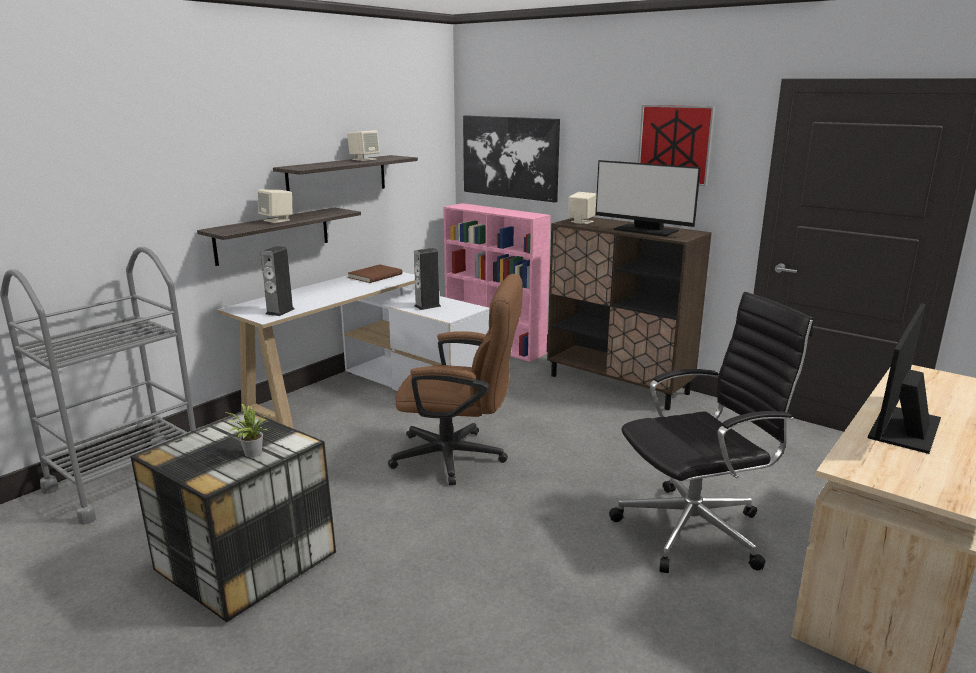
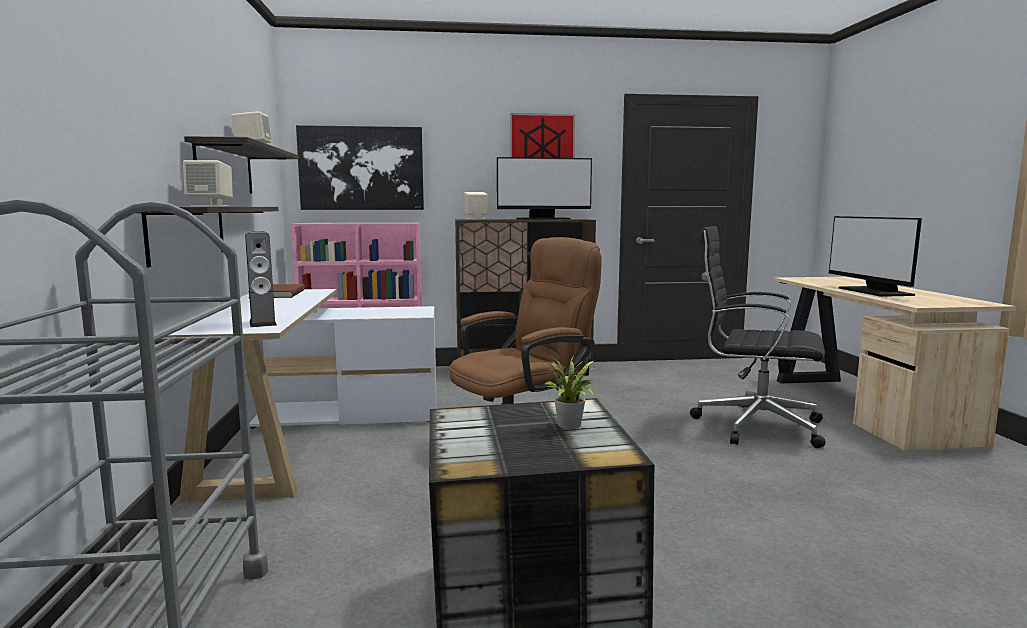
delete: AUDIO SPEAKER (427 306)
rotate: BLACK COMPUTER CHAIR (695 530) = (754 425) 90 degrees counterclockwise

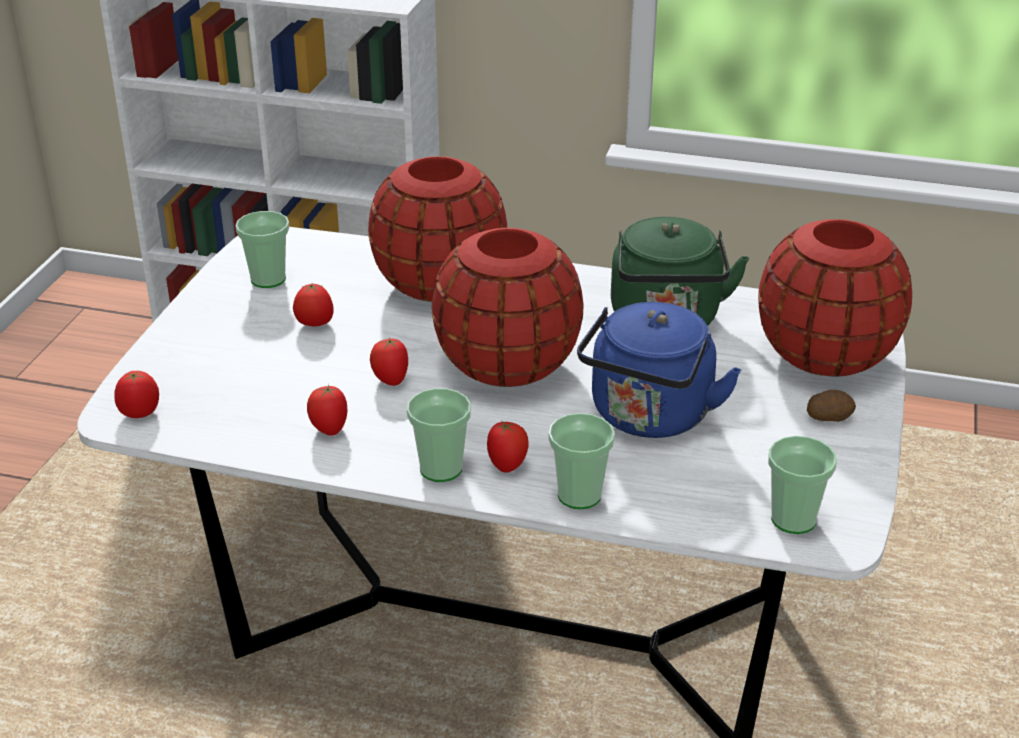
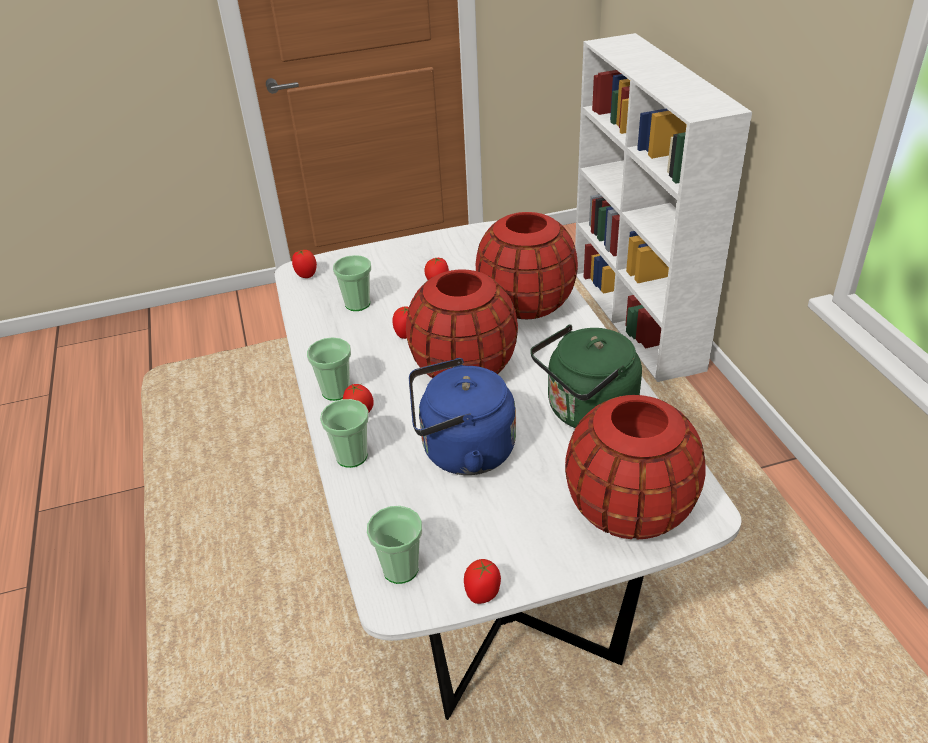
delete: WHOLE POTATO (828 417)
move: DRINKING CUP (268 279) to (357 304); TOMATO (328 429) to (483 594)

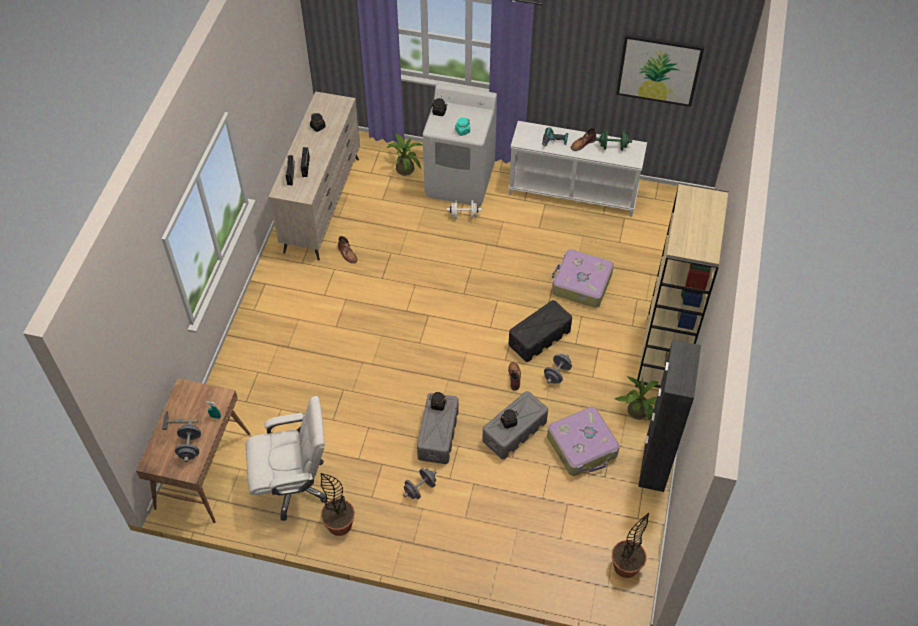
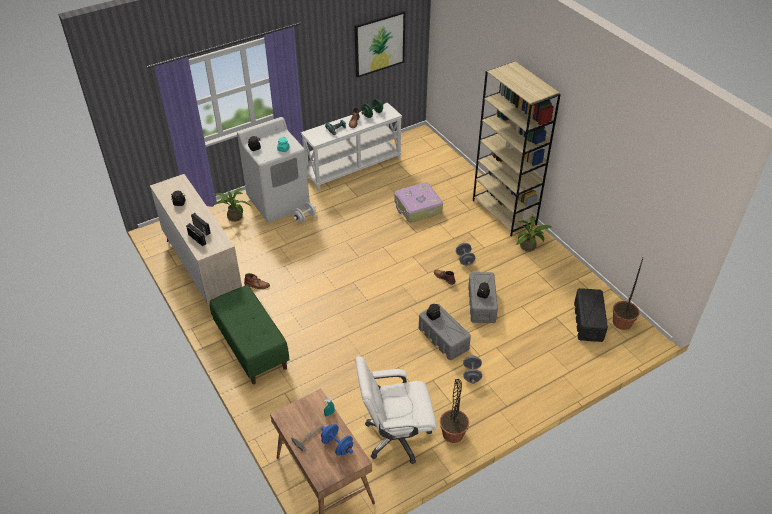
delete: PIECE OF LUGGAGE (582 446); BLACK CUPBOARD (654 464)
insert: GREENISH INDOOR BENCH (251 347)
move: BLACK STORAGE BOX (539 337) to (588 321)
recolor: GREYISH HAND WEIGHT (190 447) to BLUISH HAND WEIGHT (337 446)
rotate: WHITE COMPUTER CHAIR (293 485) = (396 437) 135 degrees counterclockwise

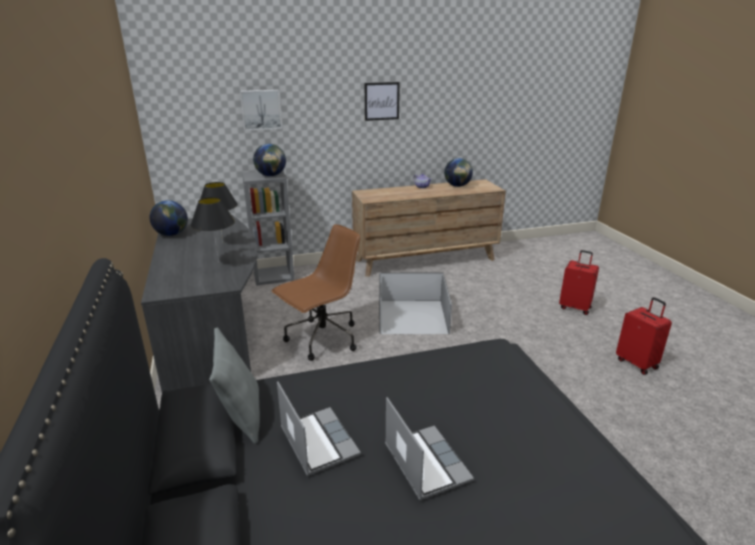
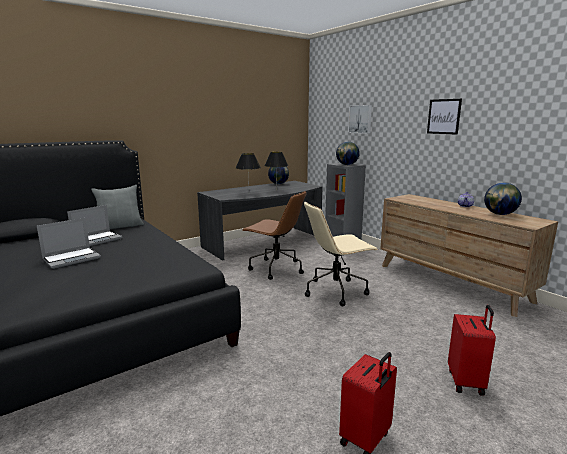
replace: BLACK STORAGE BOX (411 316) to BEIGE-COLOURED COMPUTER CHAIR (336 291)

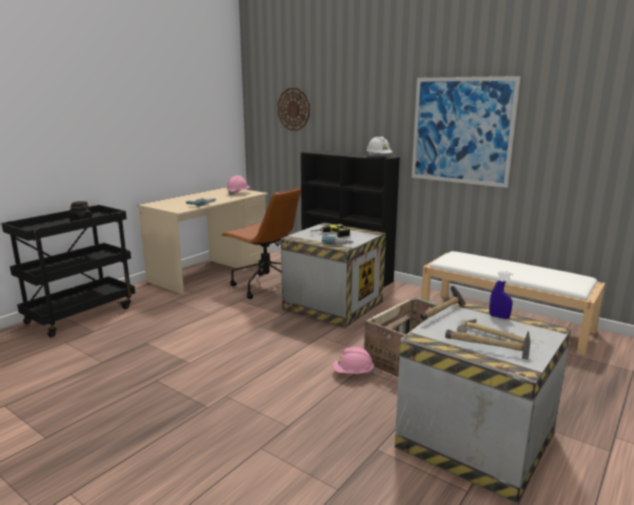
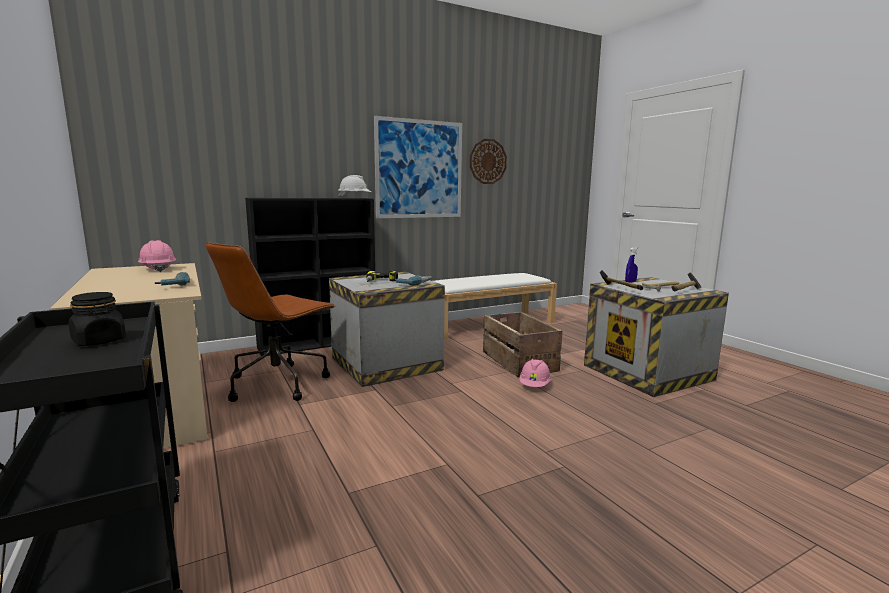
move: WALL CLOCK (294 109) to (487 161)
rotate: BROWNISH COMPUTER CHAIR (265 286) = (278 383) 150 degrees clockwise

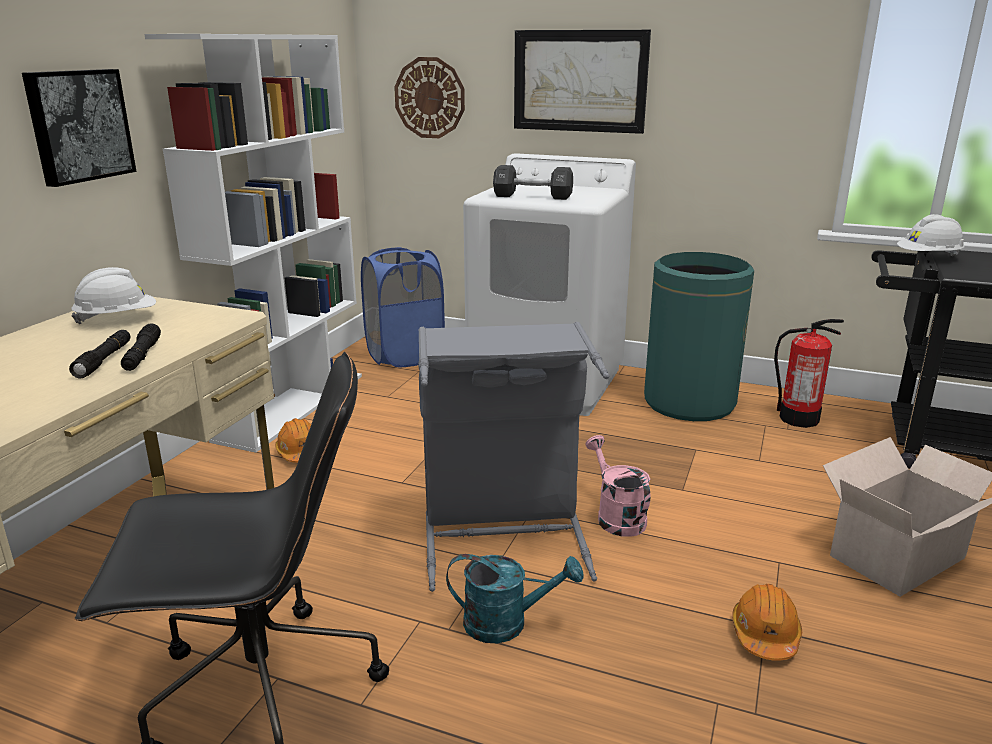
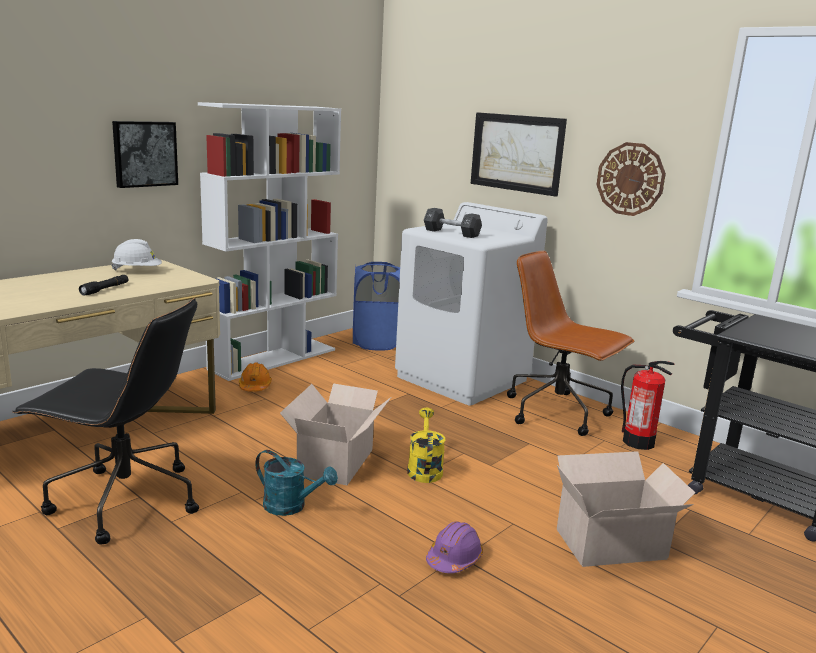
delete: BLACK TORCH (142 355); WHITE WORK HELMET (928 258)
move: WALL CLOCK (429 98) to (630 179)
replace: GREYISH WASHING BASKET (504 535) to PACKING BOX (337 461); GREENISH TRASH CAN (689 402) to BROWNISH COMPUTER CHAIR (558 413)
recolor: PINK-COLOURED WATERING CAN (616 516) to YELLOWISH WATERING CAN (424 469); ORANGE-COLOURED WORK HELMET (765 634) to PURPLE-COLOURED WORK HELMET (454 559)

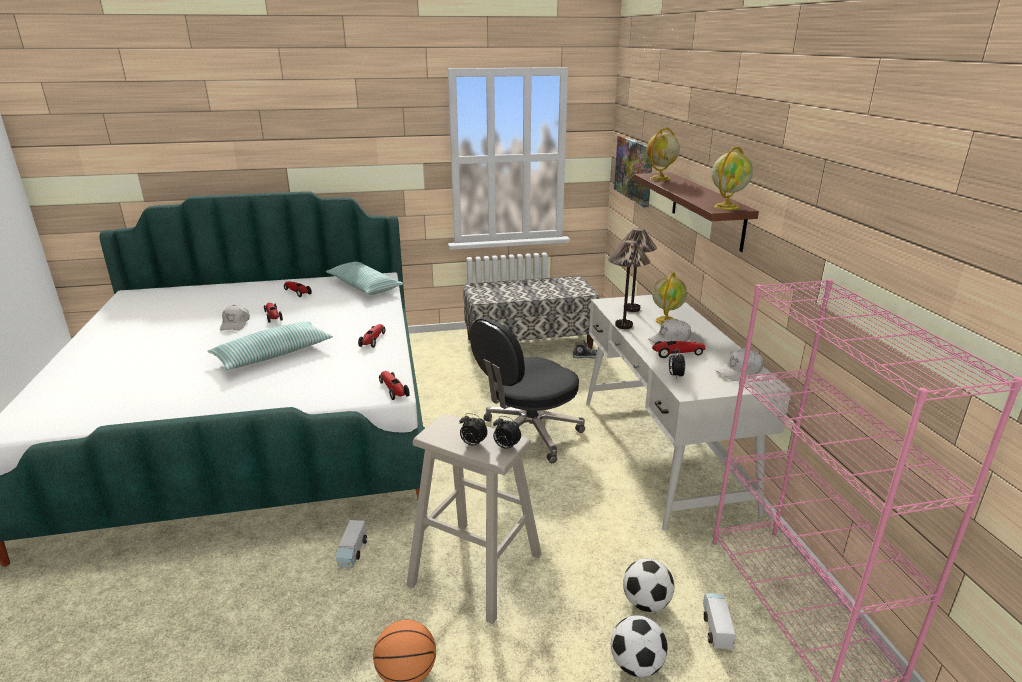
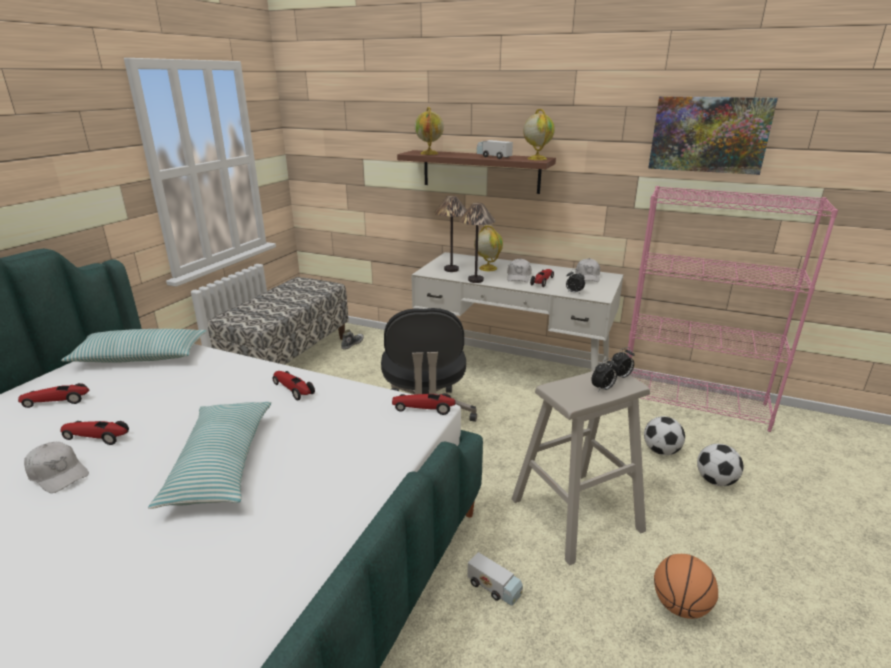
move: TOY LORRY (716 627) to (494 157); PICTURE (634 169) to (709 134)

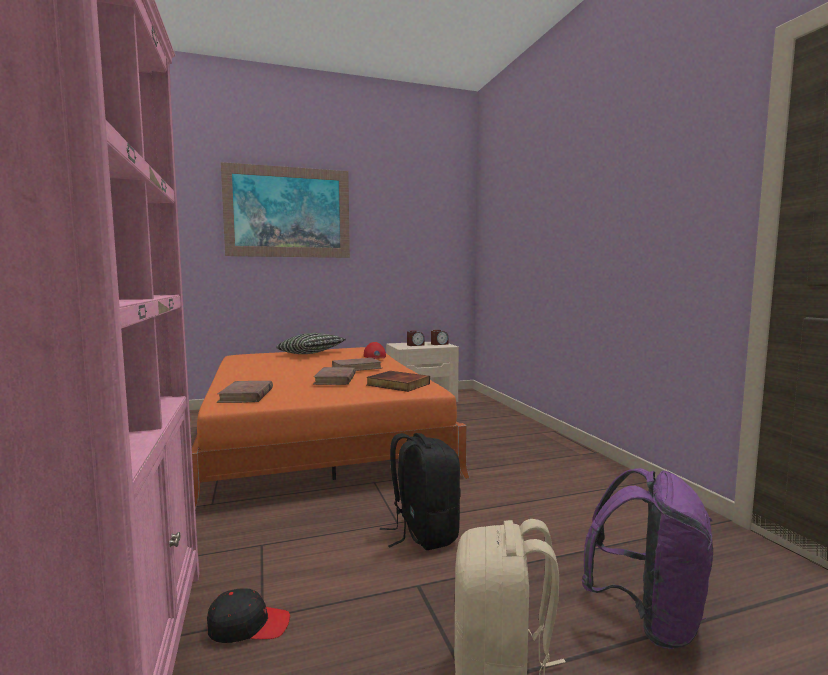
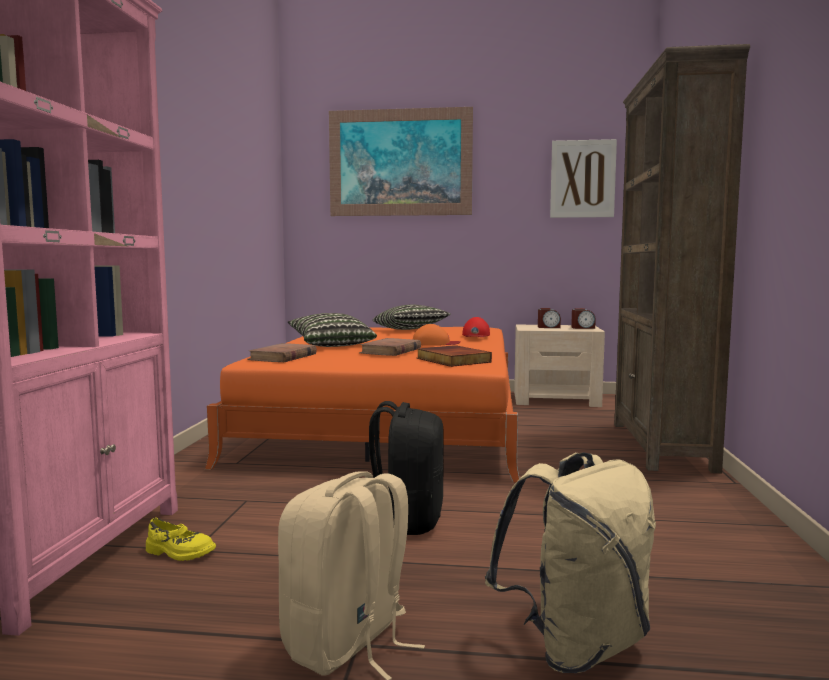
insert: PILLOW (332 344); PICTURE (582 179); BROWNISH BOOKSHELF (661 446)
replace: BLACK PEAKED CAP (248 625) to YELLOWISH SHOE (179 552); BROWNISH BOOK (357 368) to ORANGE-COLOURED PEAKED CAP (435 343)
recolor: PURPLE-COLOURED KNAPSACK (647 618) to BEIGE-COLOURED KNAPSACK (576 645)

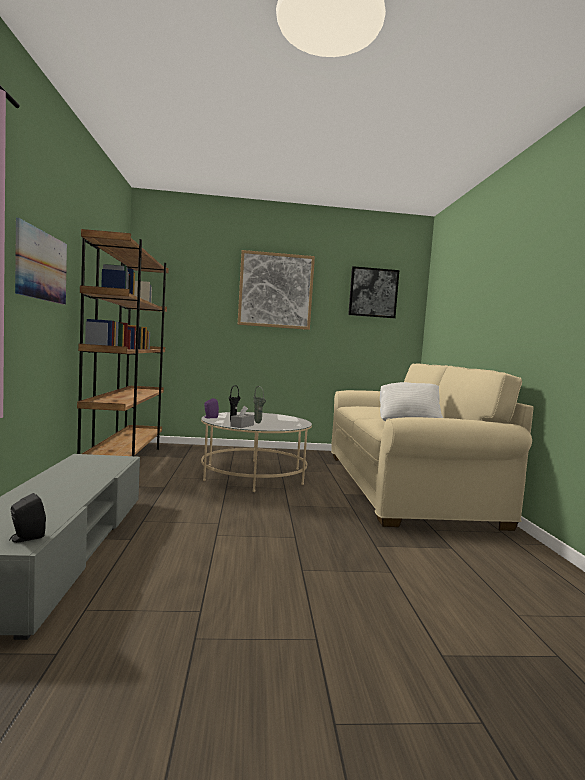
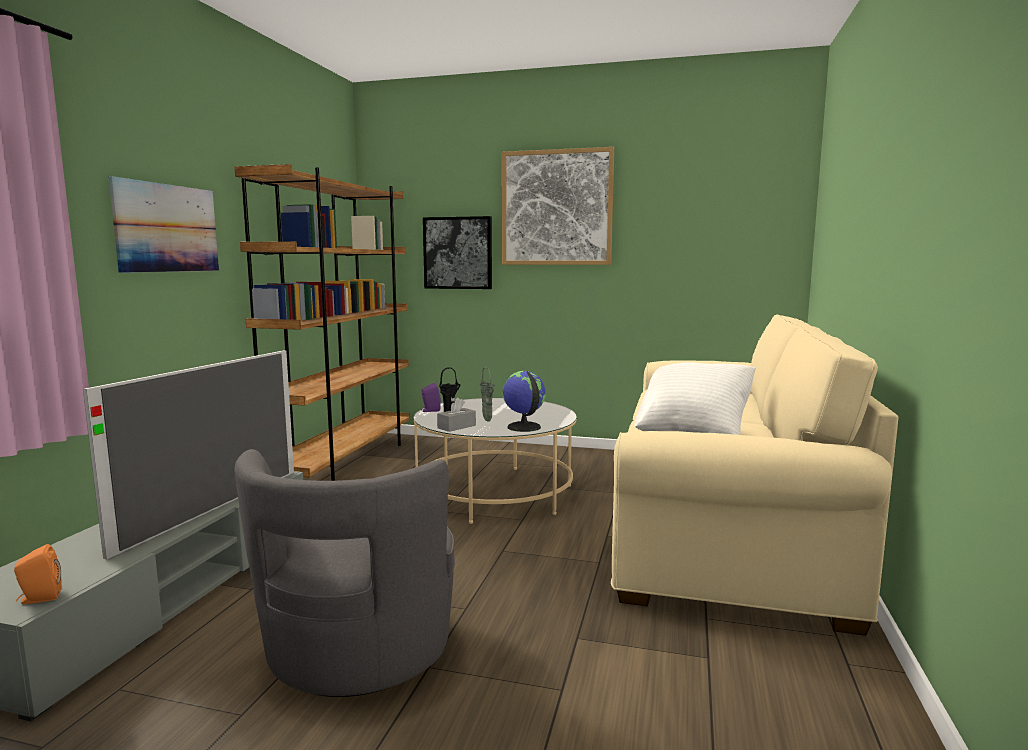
insert: TELEVISION (215 508); GREYISH LOUNGE CHAIR (357 650); WORLD GLOBE (523 427)
move: PICTURE (373 292) to (458 253)
recolor: BLACK AUDIO SPEAKER (26 538) to ORANGE-COLOURED AUDIO SPEAKER (39 598)

